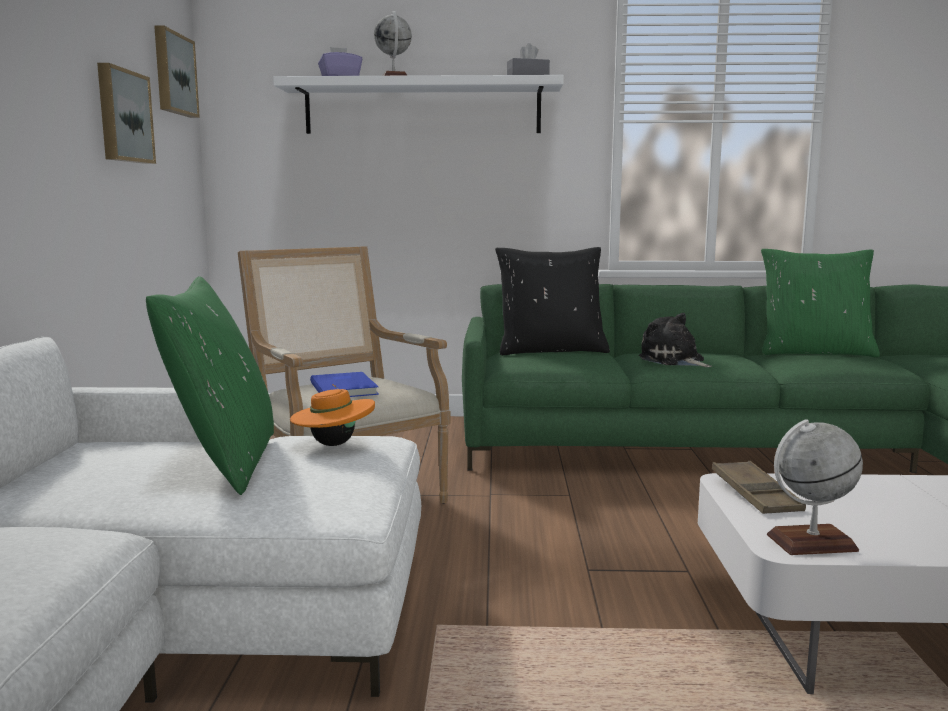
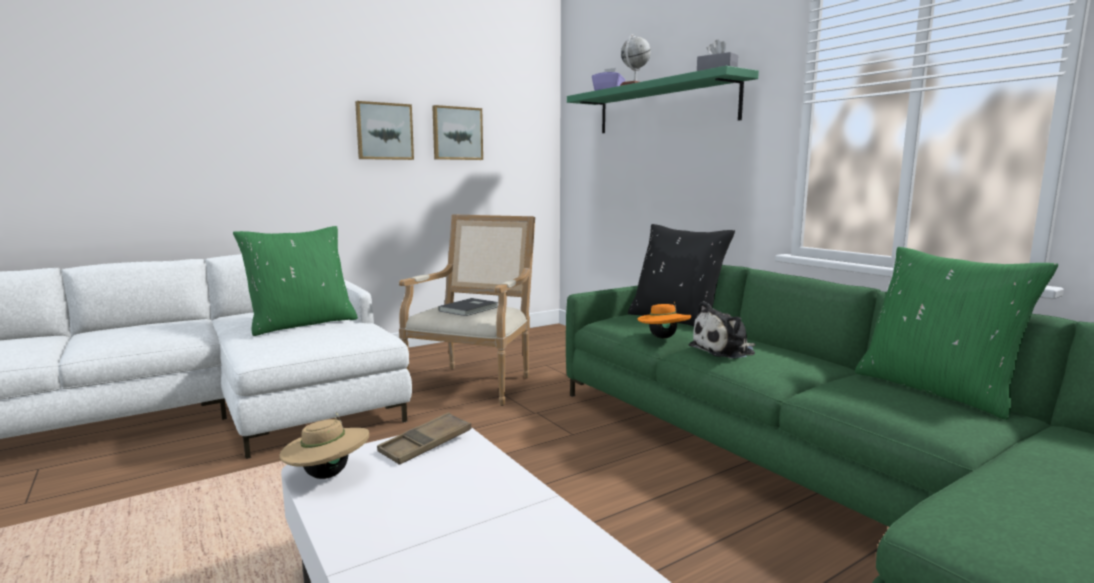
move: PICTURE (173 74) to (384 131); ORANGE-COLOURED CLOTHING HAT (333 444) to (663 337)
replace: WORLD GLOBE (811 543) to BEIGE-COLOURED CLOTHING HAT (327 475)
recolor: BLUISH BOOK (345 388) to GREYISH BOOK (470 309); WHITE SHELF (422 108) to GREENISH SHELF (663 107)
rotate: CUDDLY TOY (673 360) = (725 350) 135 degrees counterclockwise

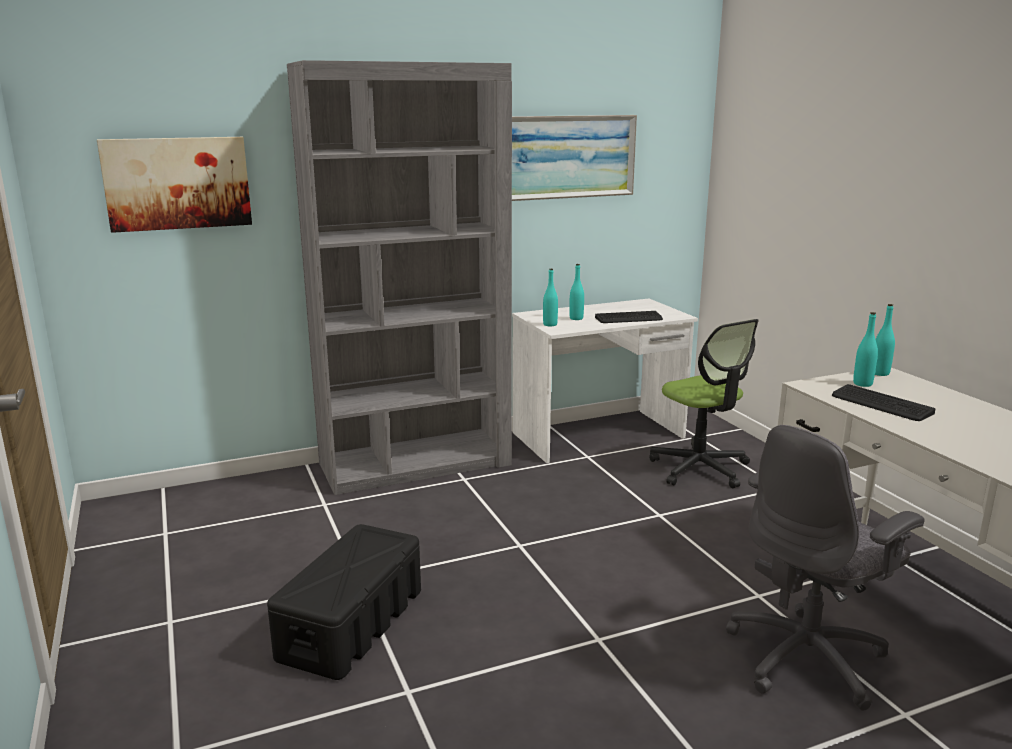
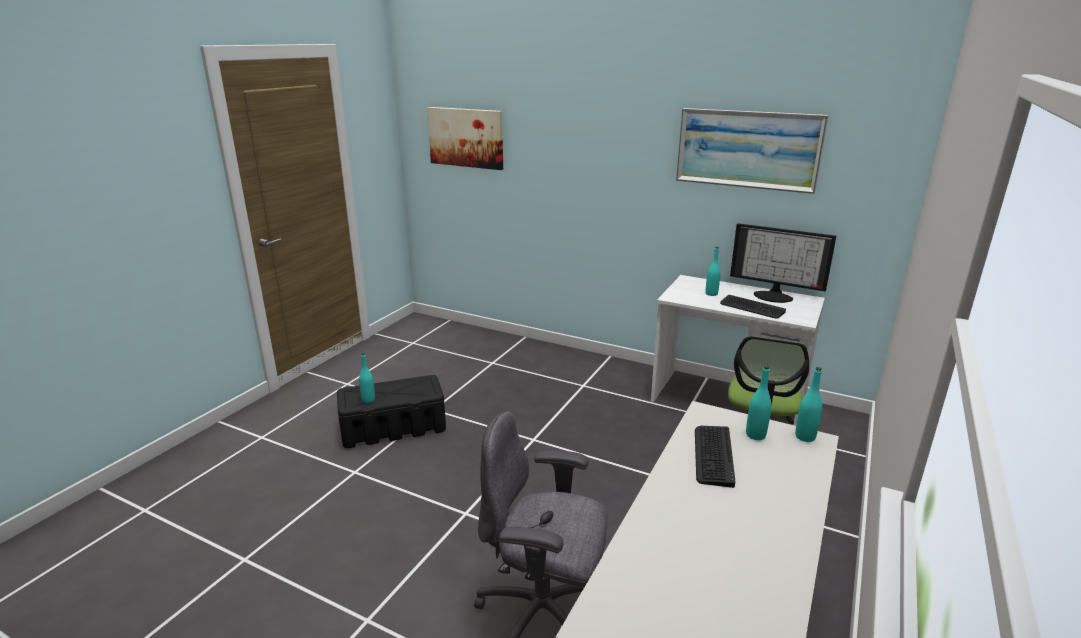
delete: GREYISH BOOKSHELF (416 464)
insert: MONITOR (774 295)
move: TURQUOISE-COLOURED BEVERAGE BOTTLE (550 324) to (368 400)

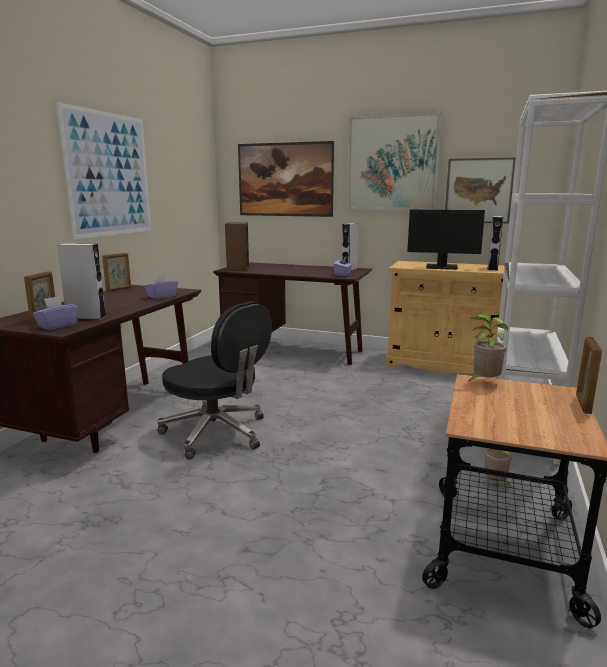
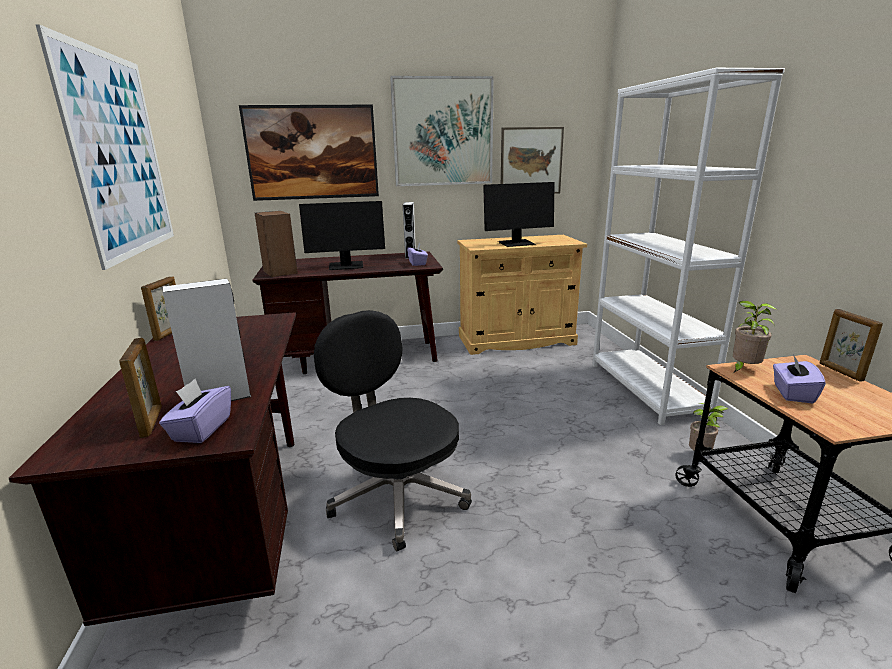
delete: GREYISH AUDIO SPEAKER (492 268)
insert: MONITOR (346 266)
move: PURPLE-COLOURED TISSUE HOLDER (162 296) to (792 393)
rotate: BLACK COMPUTER CHAIR (217 433) = (396 495) 135 degrees counterclockwise

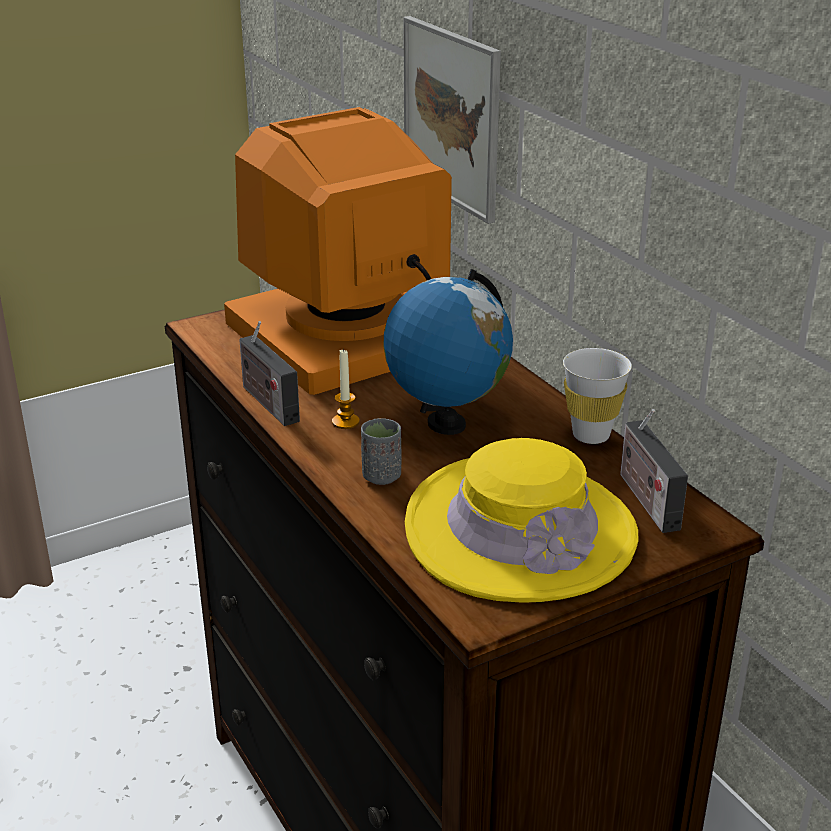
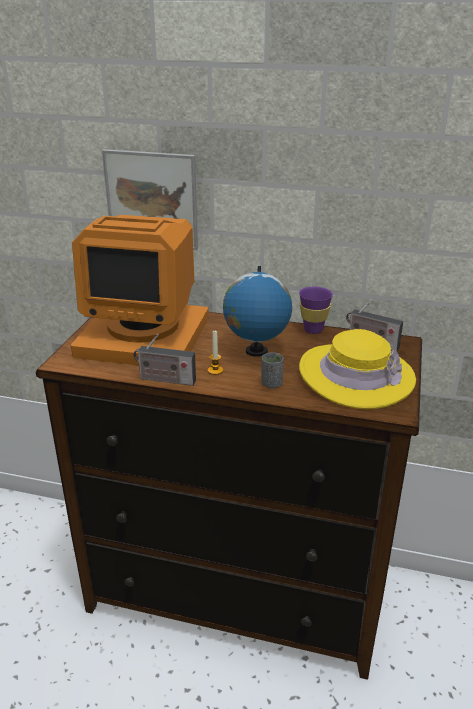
recolor: WHITE DRINKING CUP (591 435) to PURPLE-COLOURED DRINKING CUP (313 330)
rotate: MONITOR (349 336) = (145 335) 90 degrees counterclockwise

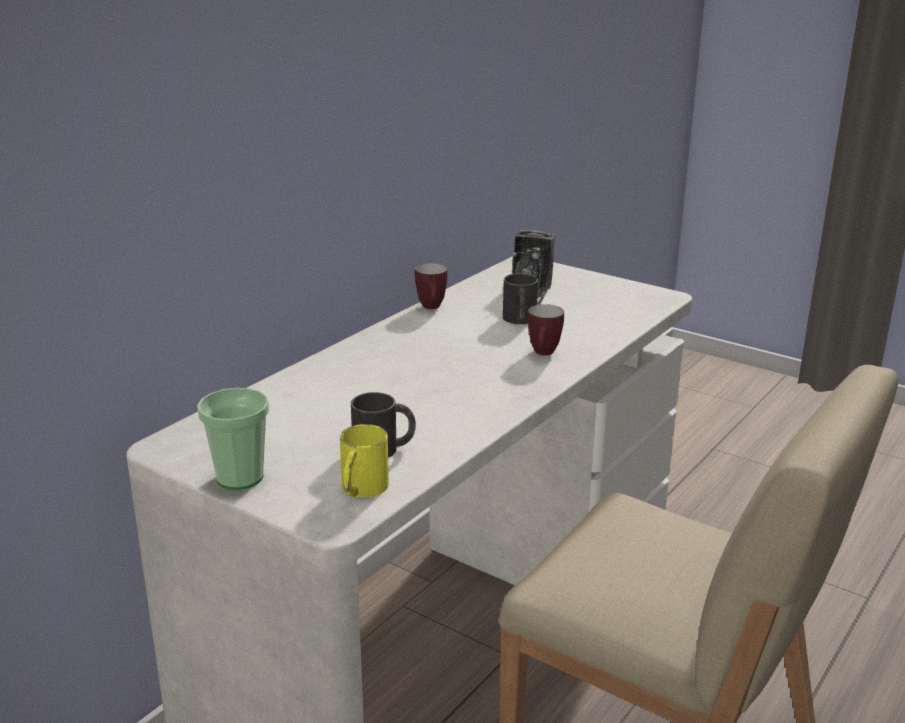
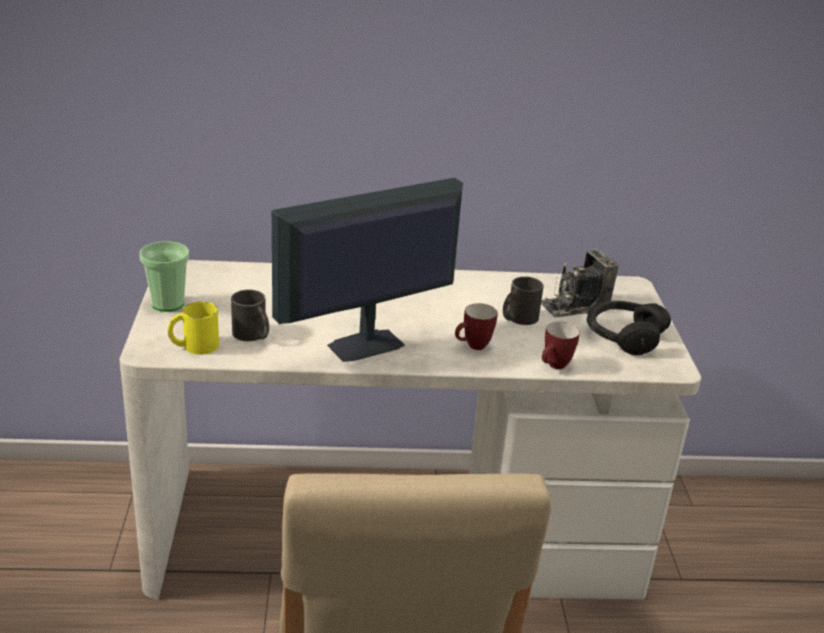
insert: MONITOR (364 345); BLACK HEADSET (623 336)
move: MUG (432 308) to (554 367)

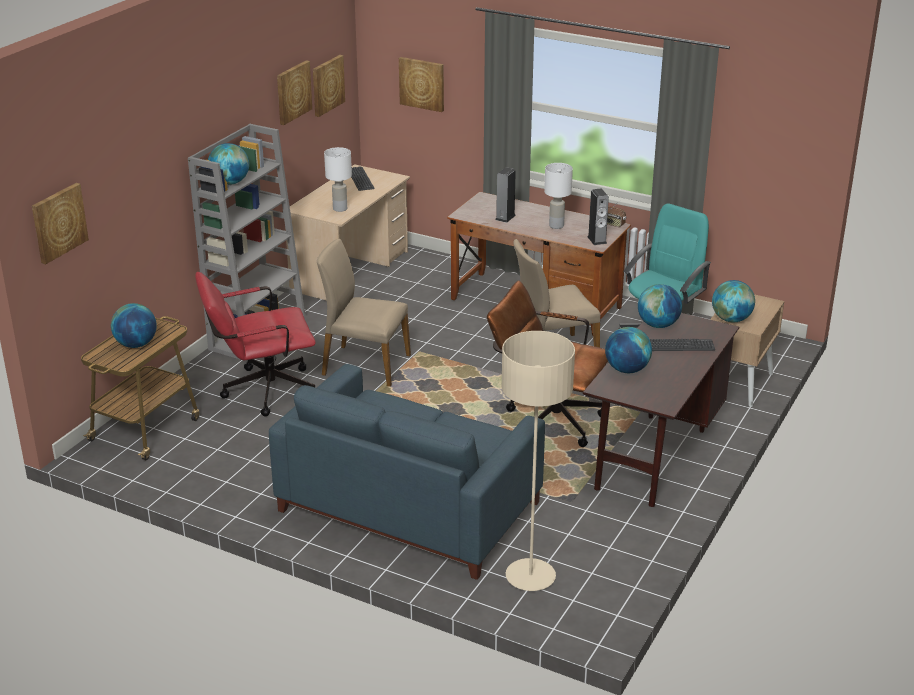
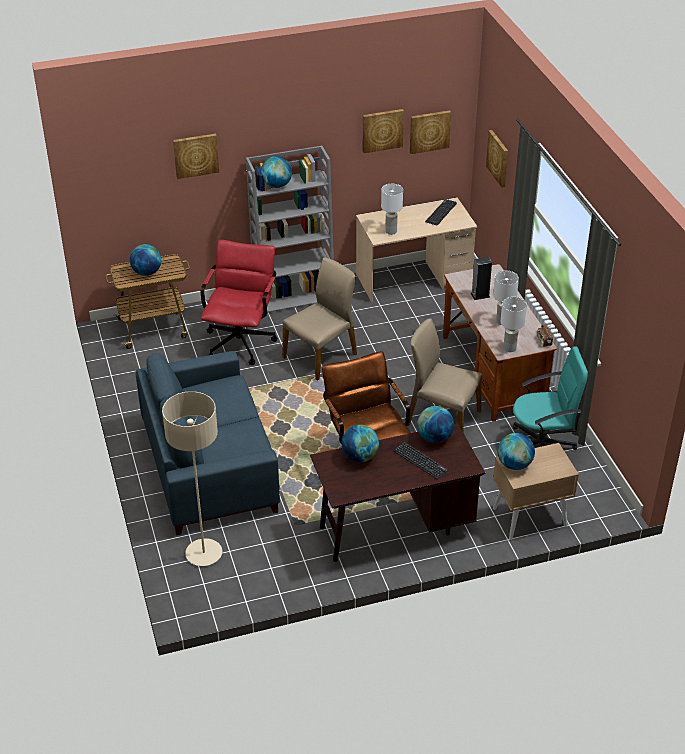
move: PICTURE (58 222) to (196 155)
replace: AUDIO SPEAKER (597 240) to WHITE TABLETOP LAMP (510 348)
rotate: RED COMPUTER CHAIR (261 391) = (241 339) 75 degrees clockwise; BEIGE-COLOURED CHAIR (365 365) = (321 355) 75 degrees clockwise

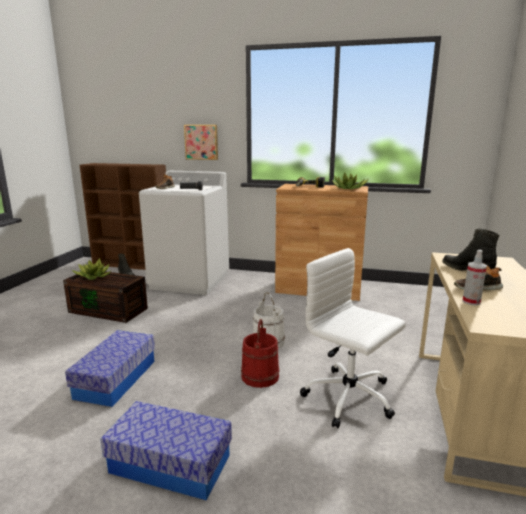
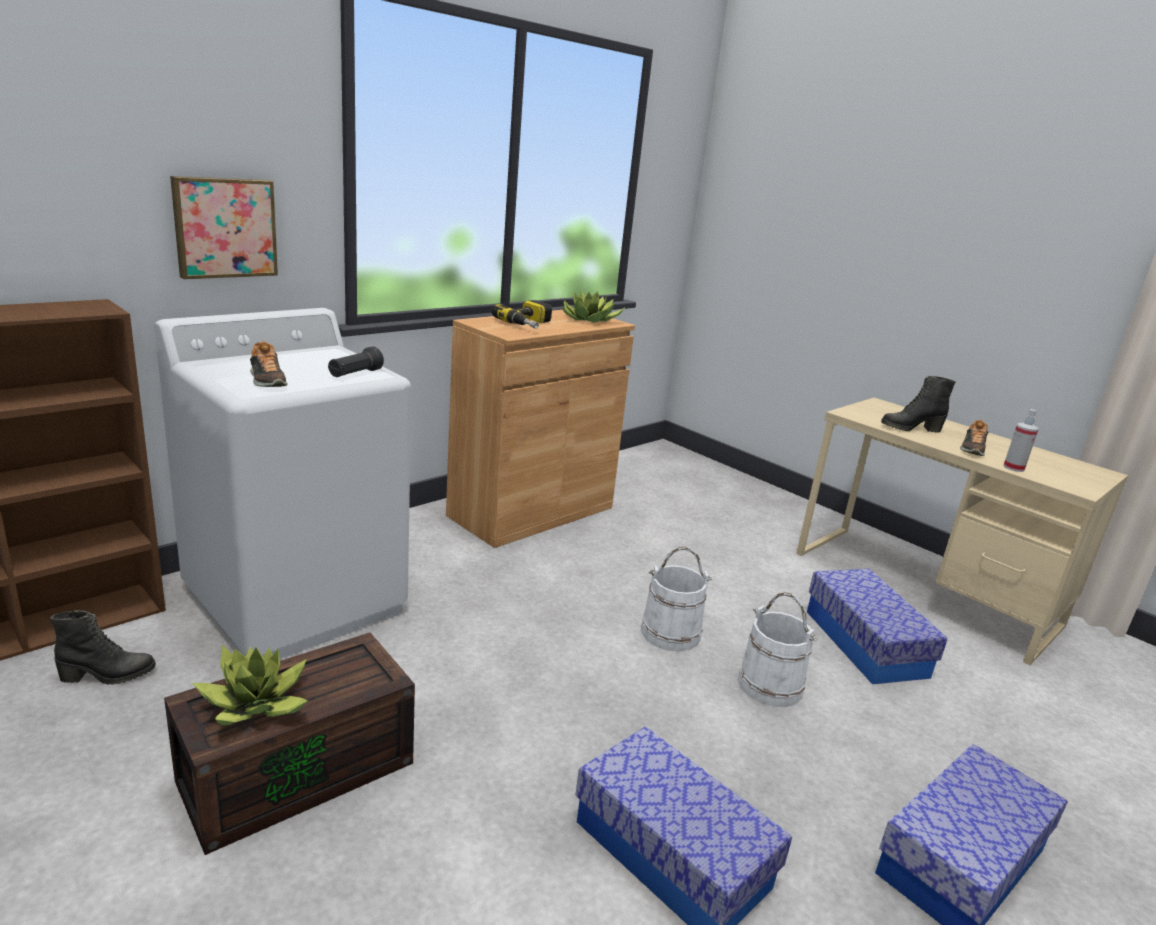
replace: WHITE COMPUTER CHAIR (350 398) to STORAGE BOX (865 643)
recolor: RED WATER BUCKET (260 376) to WHITE WATER BUCKET (770 685)

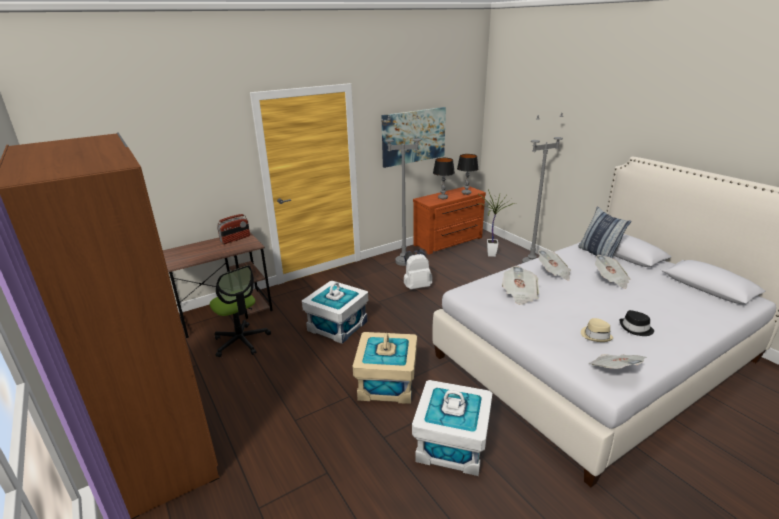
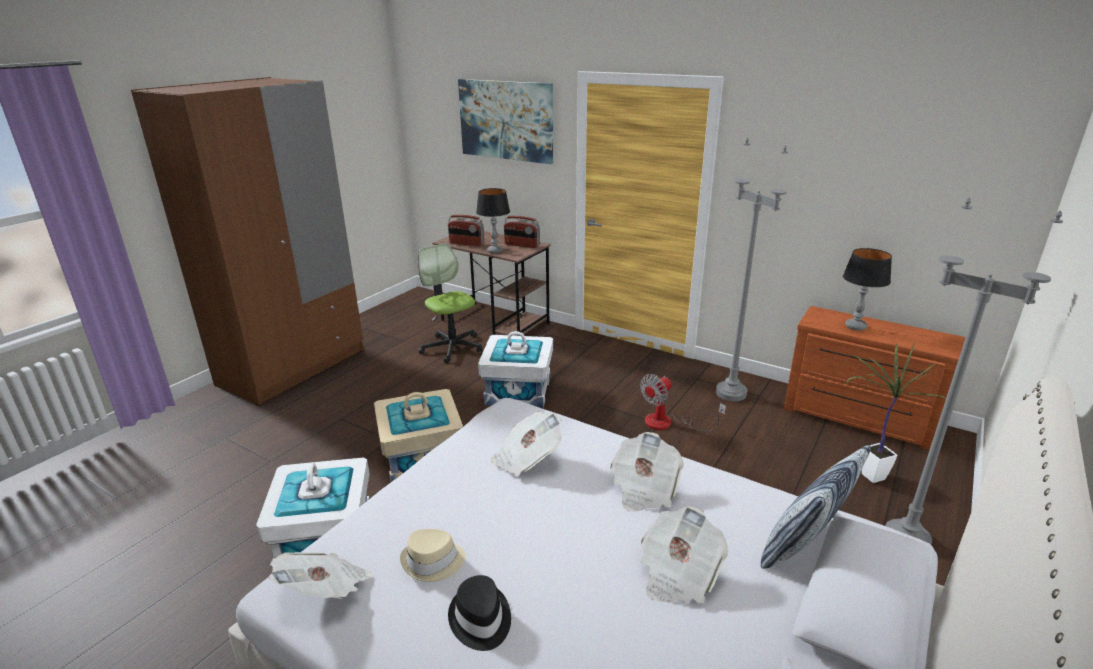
insert: RADIO (466 243)
move: PICTURE (413 136) to (506 120); TABLETOP LAMP (466 193) to (495 251)
replace: WHITE KNAPSACK (416 286) to ELECTRIC FAN (668 423)
rotate: COMPUTER CHAIR (241 341) = (452 347) 120 degrees clockwise

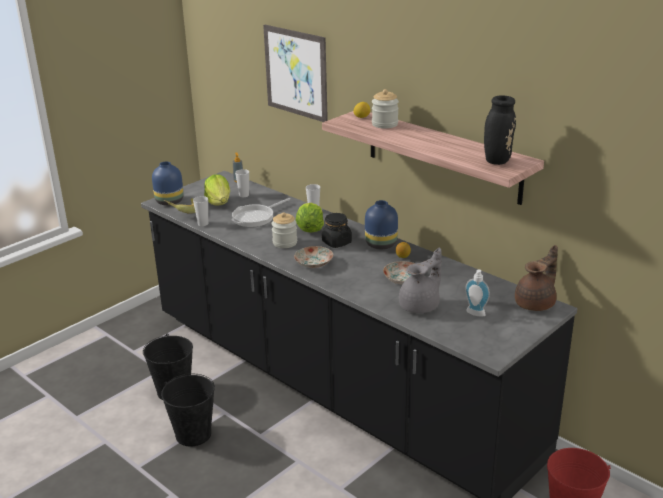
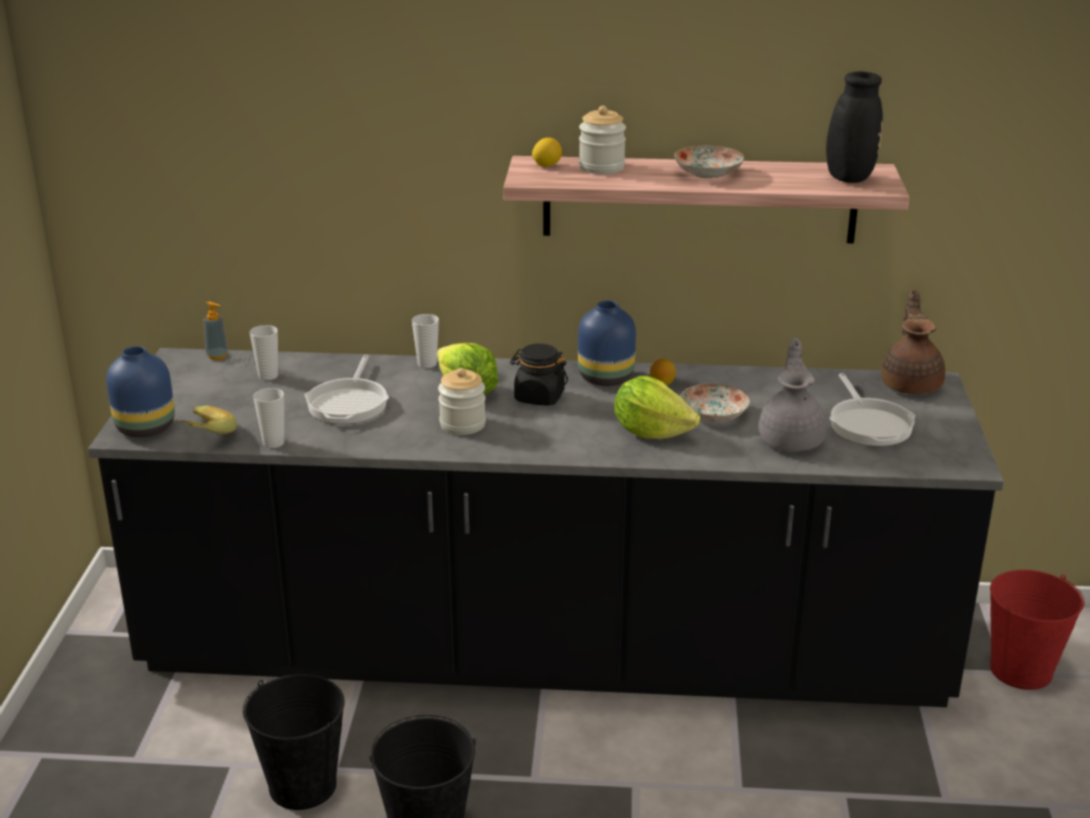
delete: PICTURE (296 73)
move: HEAD OF LETTUCE (219 202) to (651 432); DINNER PLATE (314 264) to (709 174)
replace: SOAP BOTTLE (474 314) to SKILLET (869 424)

